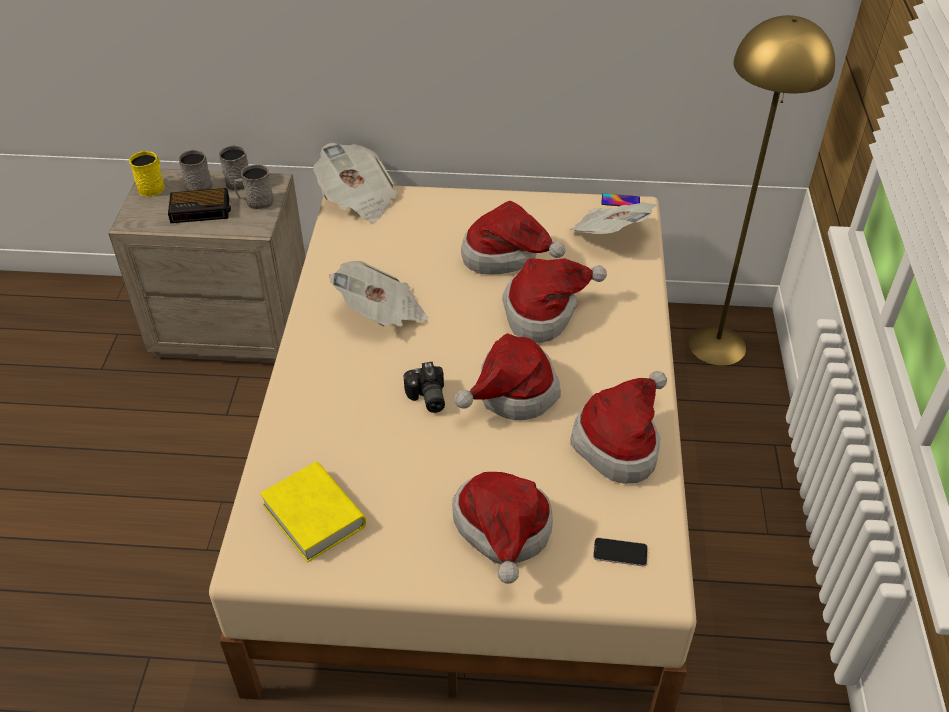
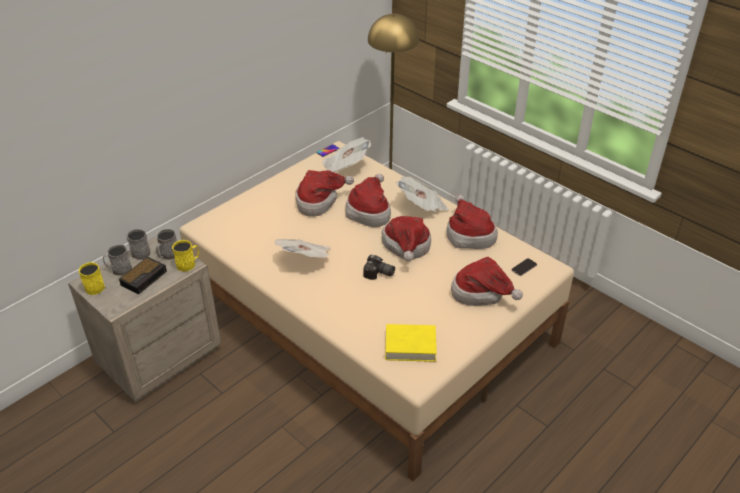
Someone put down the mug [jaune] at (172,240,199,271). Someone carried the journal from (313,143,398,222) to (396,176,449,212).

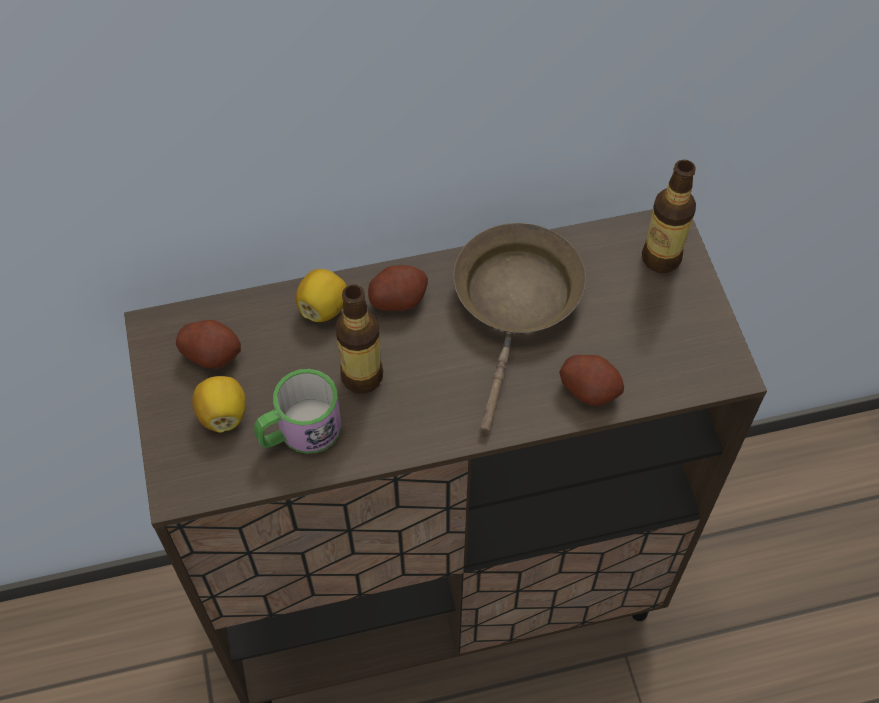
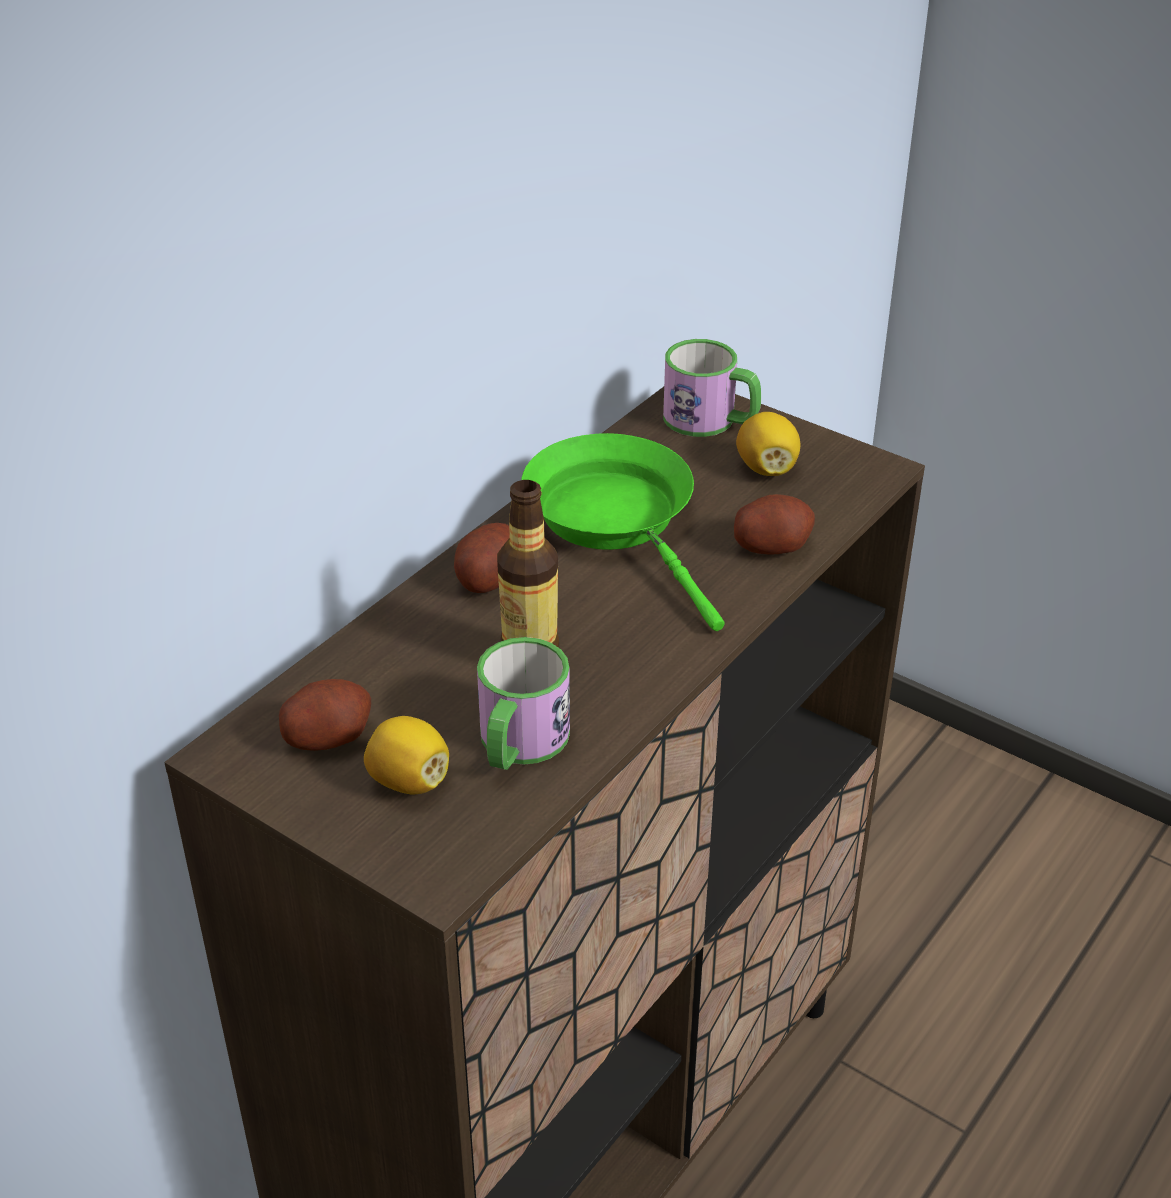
Someone repainted the poêle [marron] at (453,223,586,433), which became the poêle [vert] at (522,433,724,631). Someone swapped the bouteille at (642,160,696,273) for the mug at (663,339,761,437). Someone carried the citron from (296,269,347,322) to (736,412,800,476).

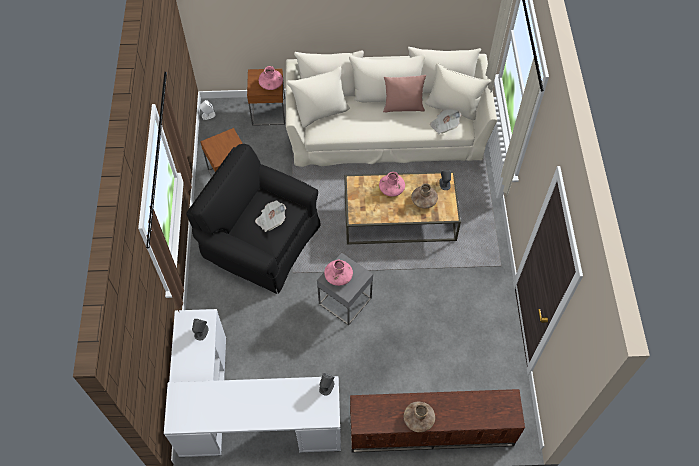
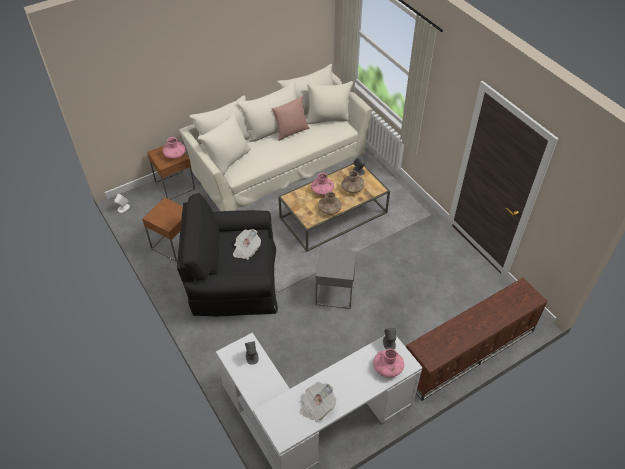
Someone carried the journal from (430,109,461,135) to (299,382,336,423). Someone carried the vase [marron] from (404,401,435,432) to (318,192,342,215). Someone carried the vase [rose] from (324,260,353,286) to (373,349,404,377).

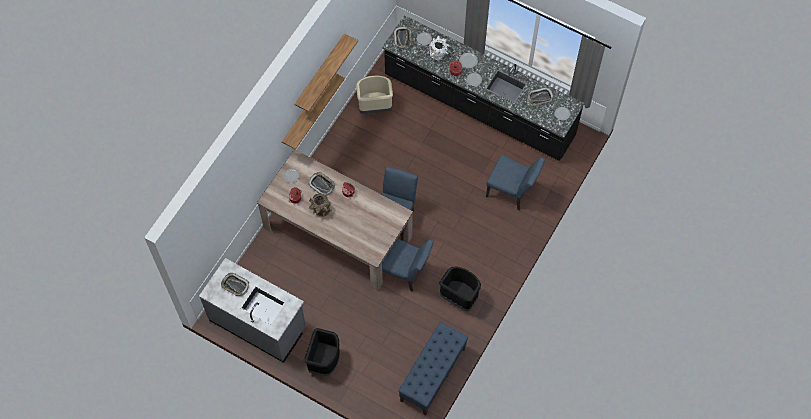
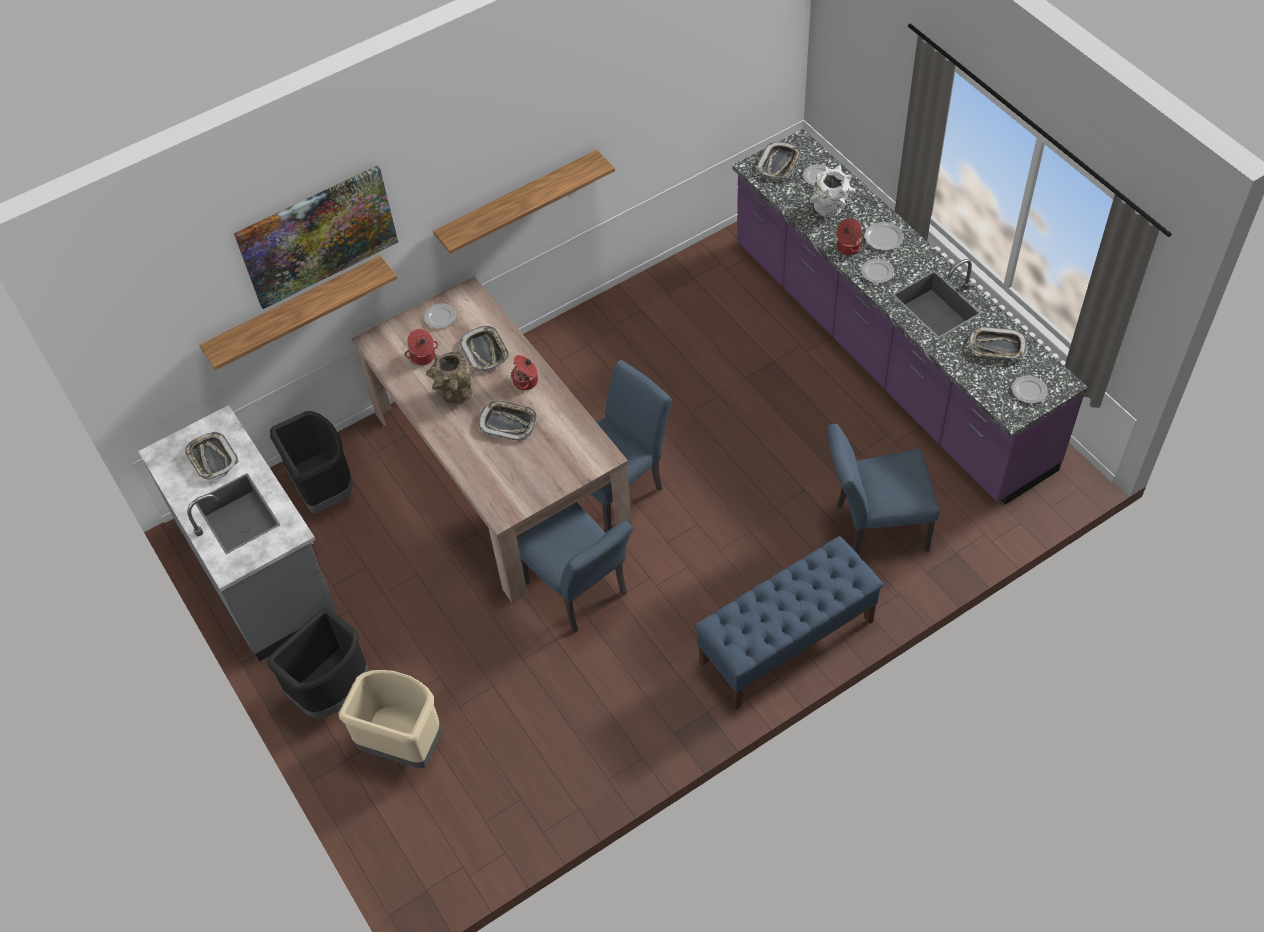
Someone carried the étagère from (294,33,358,112) to (199,256,397,370). Someone put up the tableau at (234,165,398,309). Someone carried the poubelle [noir] from (439,267,481,312) to (270,411,353,513). Someone carried the poubelle [beige] from (356,75,393,114) to (338,670,441,768). Someone put down the plateau at (479,401,537,441). Someone carried the banc [bleu] from (398,322,468,416) to (695,536,883,710). Someone repainted the comptoir de cuisine [noir] at (382,15,585,161), which became the comptoir de cuisine [violet] at (732,129,1088,505). Someone rotated the chaise [bleu] at (486,154,545,210) by 120 degrees clockwise.

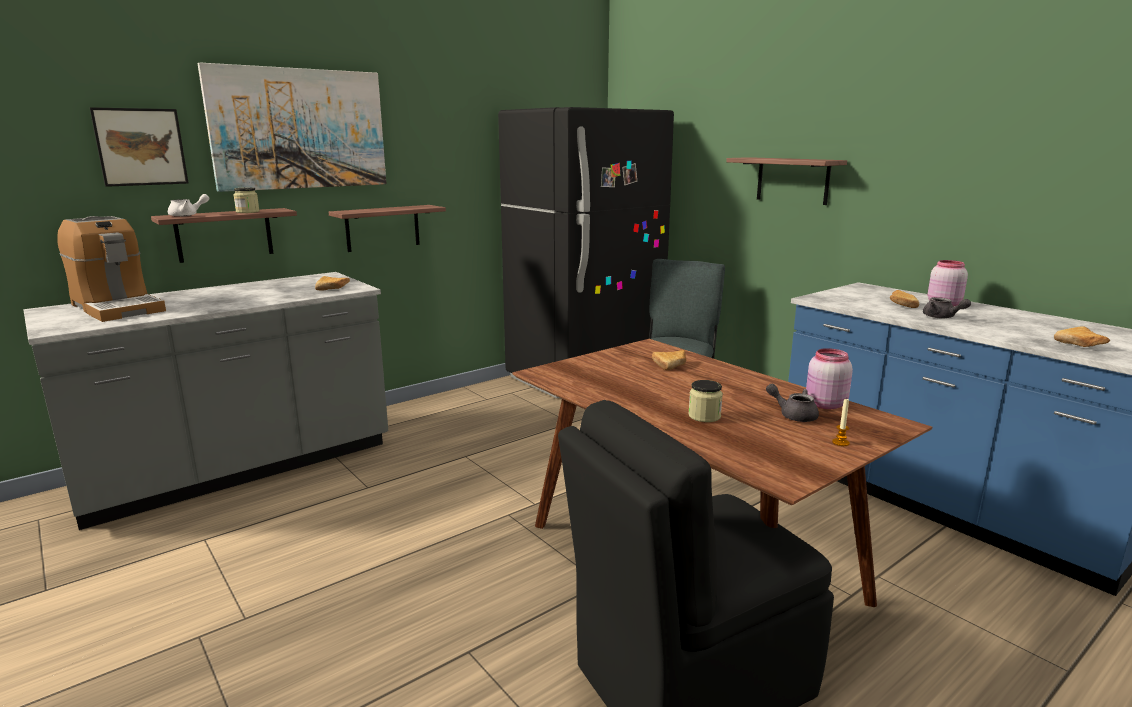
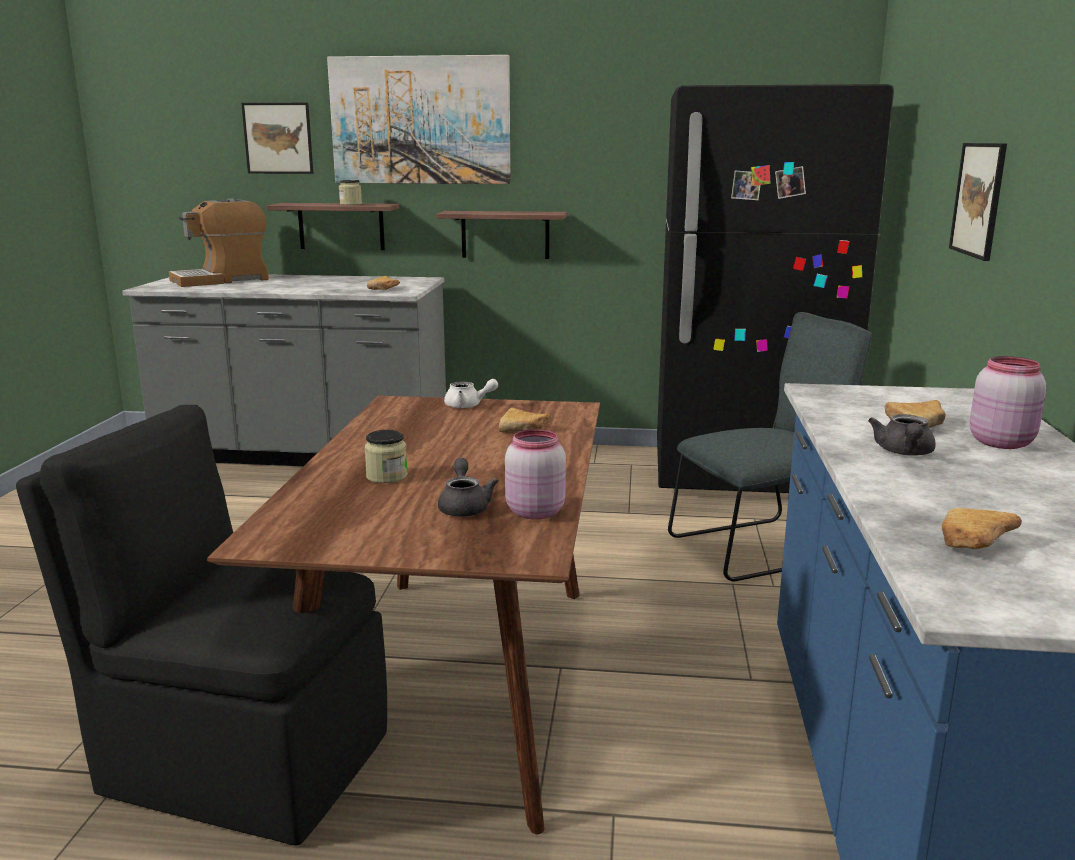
Someone rotated the machine à café at (57,216,166,322) by 60 degrees clockwise. Someone carried the théière [blanc] from (168,194,209,217) to (444,379,498,408). Someone swapped the étagère at (726,157,847,205) for the tableau at (949,143,1007,261). Someone took away the bougie at (832,398,850,446).

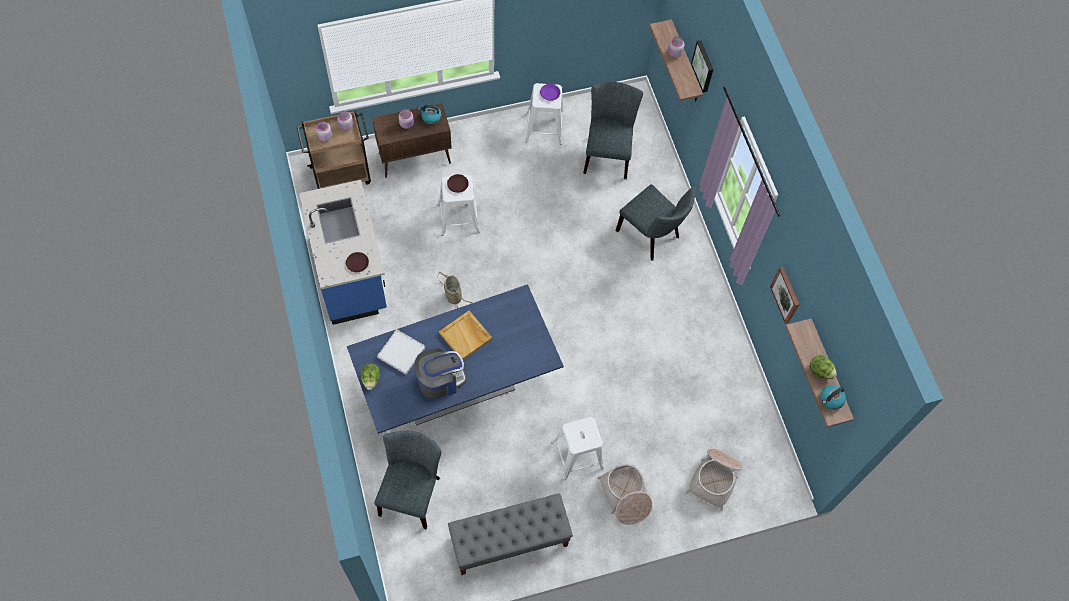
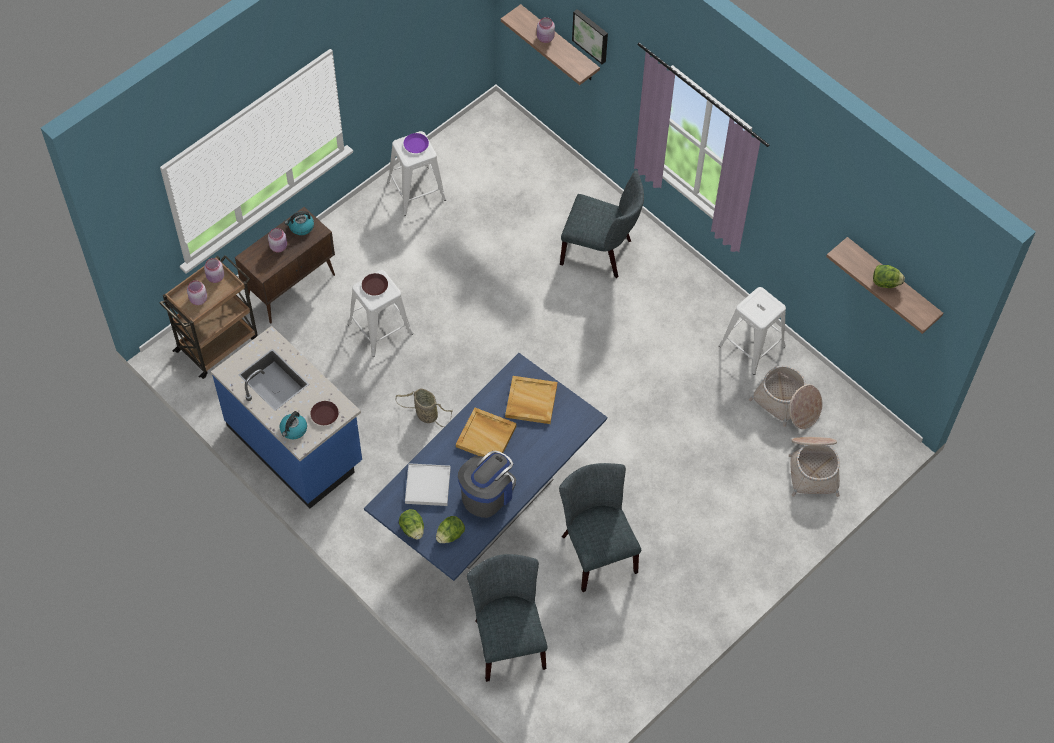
Someone carried the bouilloire from (820,385,846,410) to (279,411,307,439). Someone put down the laitue at (436,516,465,543). Someone put down the plateau [beige] at (505,376,557,424). Someone carried the chaise [gris] from (583,82,643,179) to (559,463,641,592). Someone carried the tabouret [blanc] from (552,417,604,481) to (719,287,786,375). Someone carried the panier from (597,464,652,525) to (749,366,823,429). Someone took away the banc [gris] at (448,493,573,575). Someone took away the tableau at (770,266,799,324).

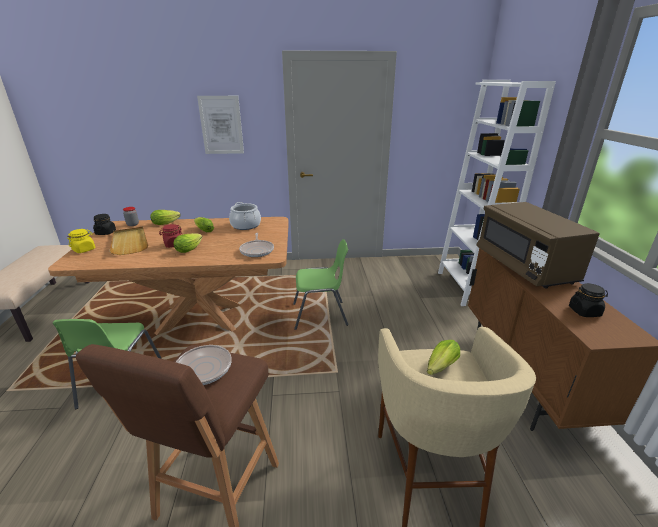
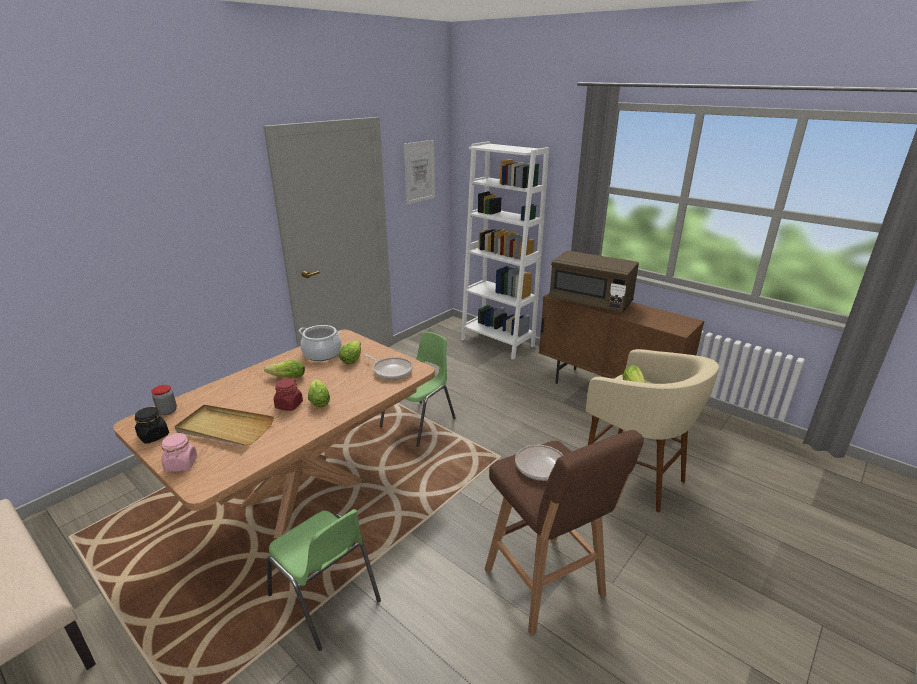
Someone repainted the bocal [jaune] at (67,229,95,253), which became the bocal [rose] at (161,433,197,472). Someone carried the laitue from (150,210,181,225) to (339,340,361,364). Someone carried the tableau from (197,96,244,154) to (404,140,435,204). Someone took away the bocal [noir] at (569,283,608,317).

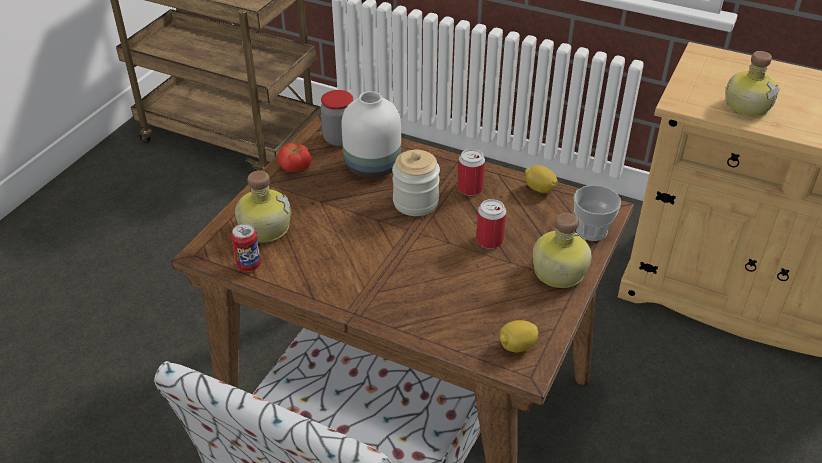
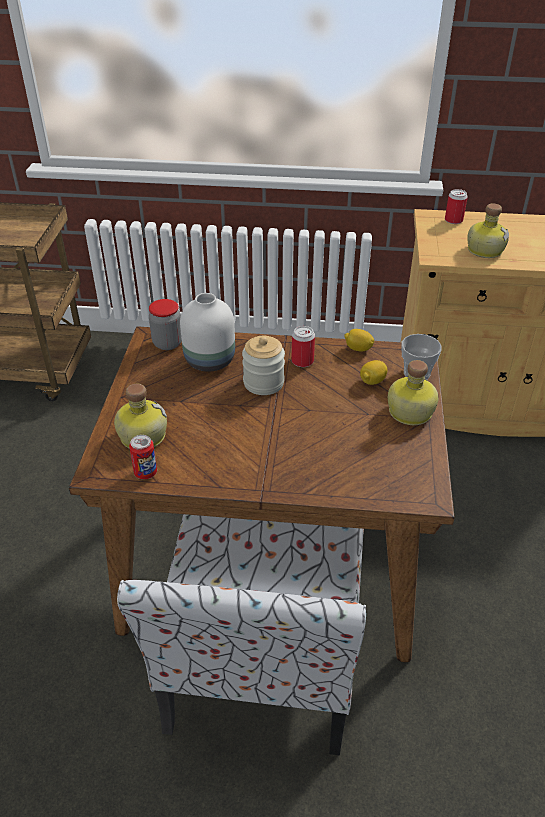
Someone carried the citron from (500,320,538,352) to (360,360,387,385). Someone carried the boîte métallique from (476,199,506,249) to (445,189,468,224). Someone took away the tomate at (278,143,312,172).

